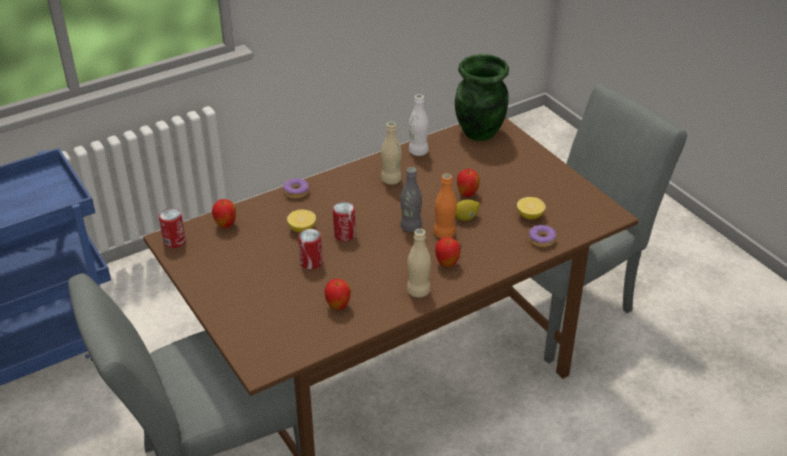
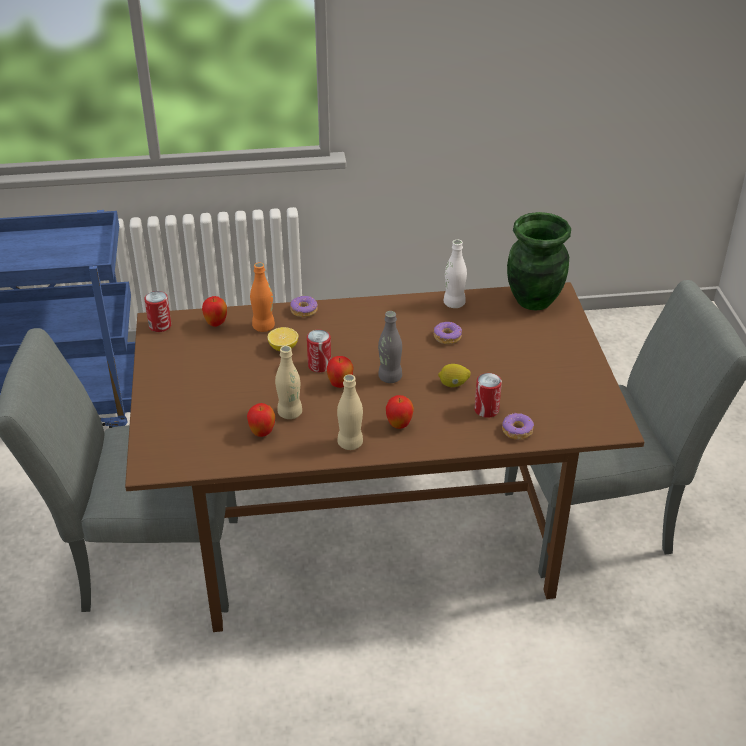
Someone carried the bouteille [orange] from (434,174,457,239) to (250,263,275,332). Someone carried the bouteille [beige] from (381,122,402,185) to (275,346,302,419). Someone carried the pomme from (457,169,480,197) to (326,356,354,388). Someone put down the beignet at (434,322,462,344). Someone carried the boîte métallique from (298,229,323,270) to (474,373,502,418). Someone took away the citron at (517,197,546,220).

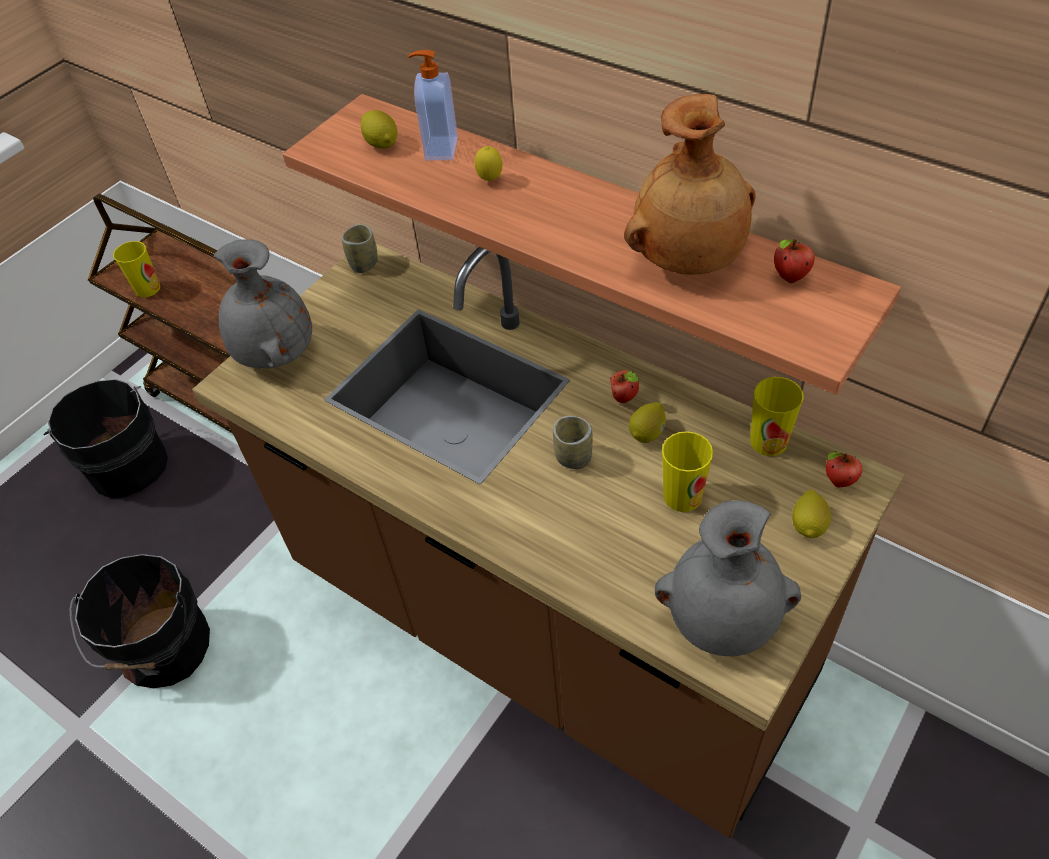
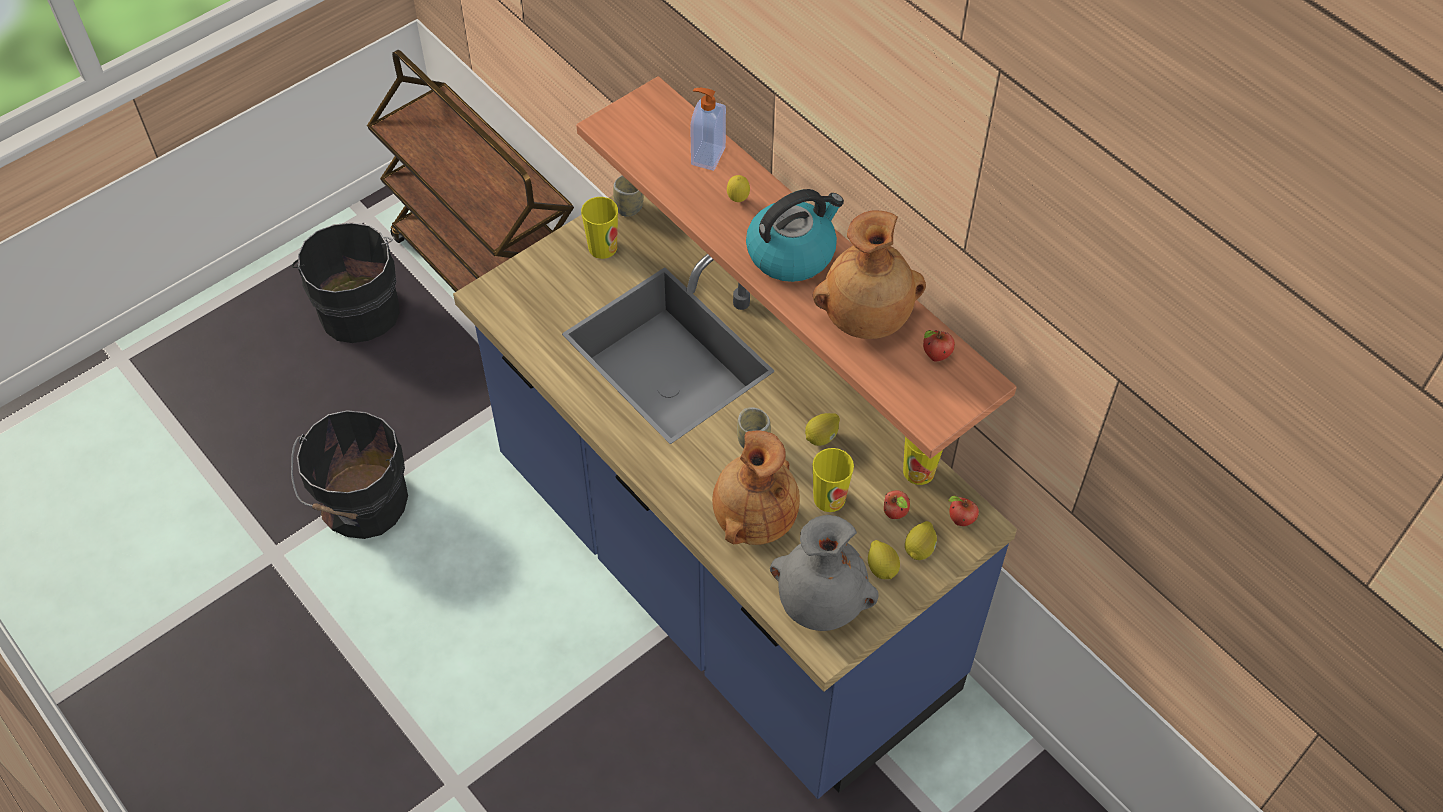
Someone repainted the comptoir de cuisine [marron] at (192,243,905,839), which became the comptoir de cuisine [bleu] at (453,196,1017,799). Someone carried the tasse from (113,241,160,298) to (581,197,618,259). Someone put down the vase [marron] at (712,430,800,545). Someone put down the bouilloire at (746,189,844,282). Someone carried the citron from (361,110,397,148) to (868,540,900,579). Someone carried the pomme from (610,370,639,403) to (884,490,910,519). Someone took away the vase [gris] at (214,239,312,369).

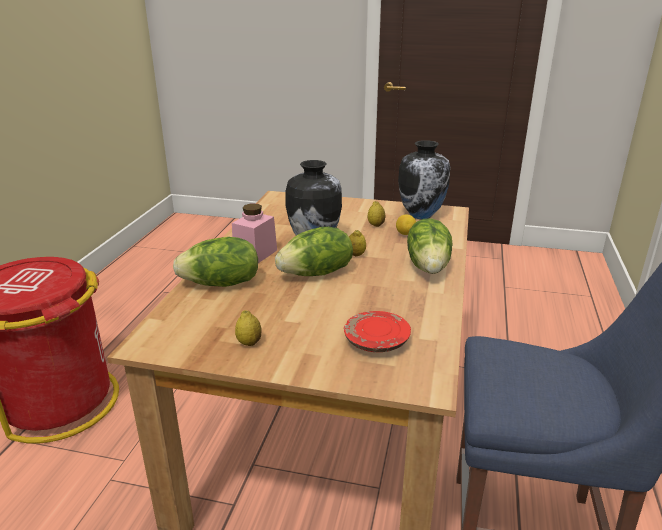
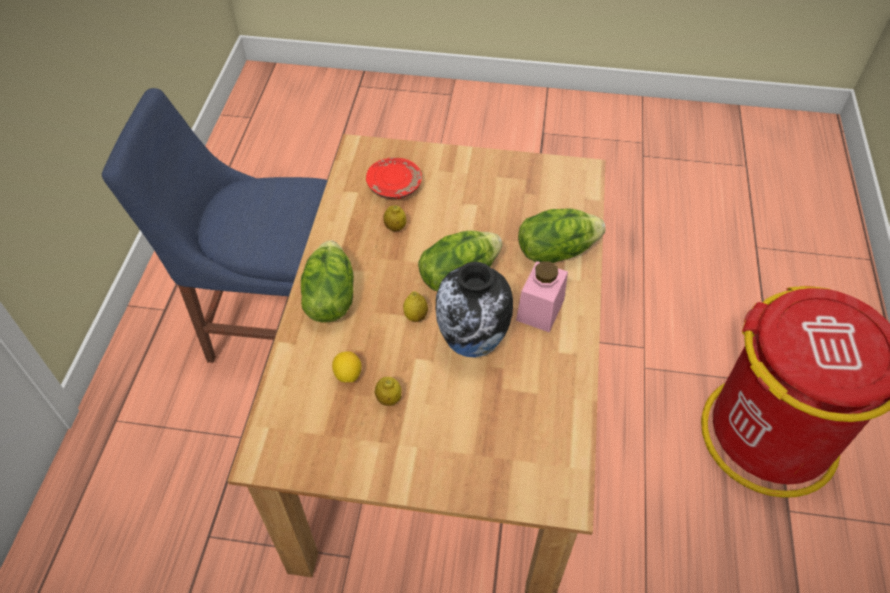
Someone carried the citron from (235,310,262,346) to (383,205,406,231). Someone took away the vase at (398,140,450,219).

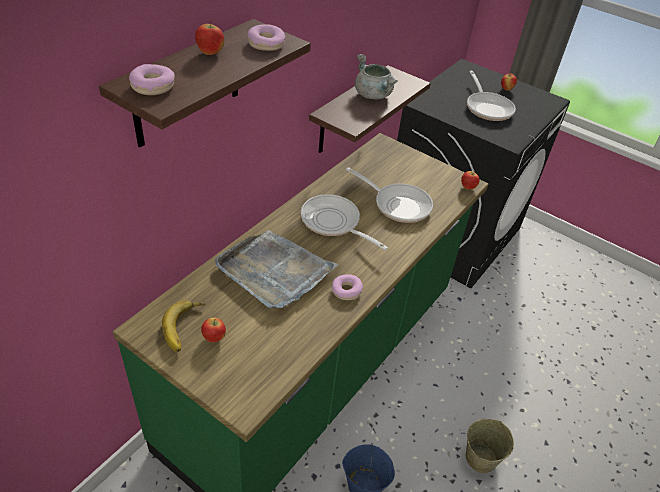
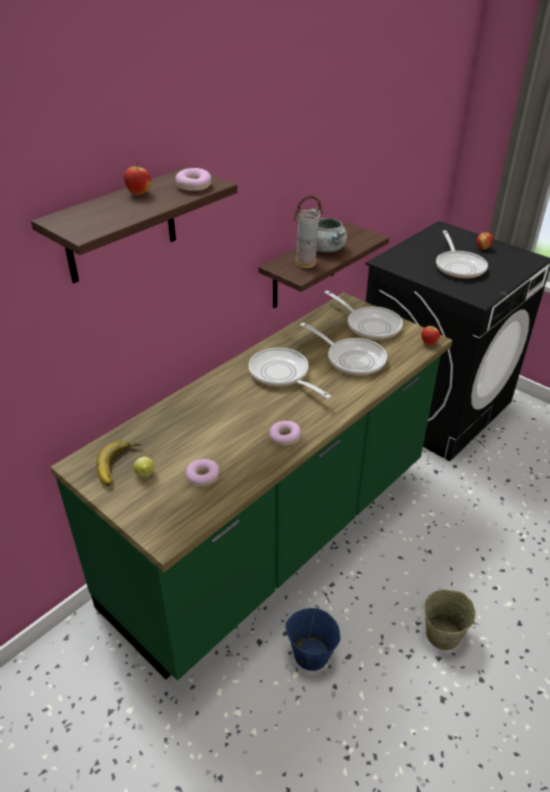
Someone swapped the pomme at (201,318,226,342) for the citron at (133,457,154,477). Someone carried the beignet from (129,64,175,95) to (185,459,219,487). Someone put down the vase at (294,195,323,268). Someone put down the poêle at (324,291,403,340). Someone took away the plateau [gris] at (215,230,339,309).

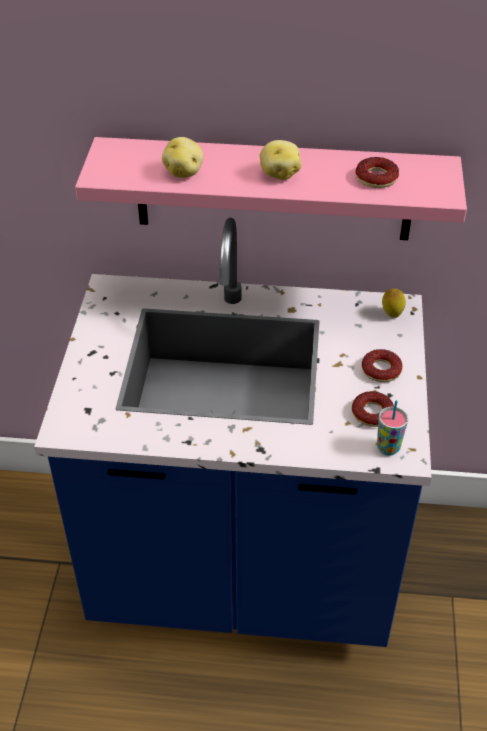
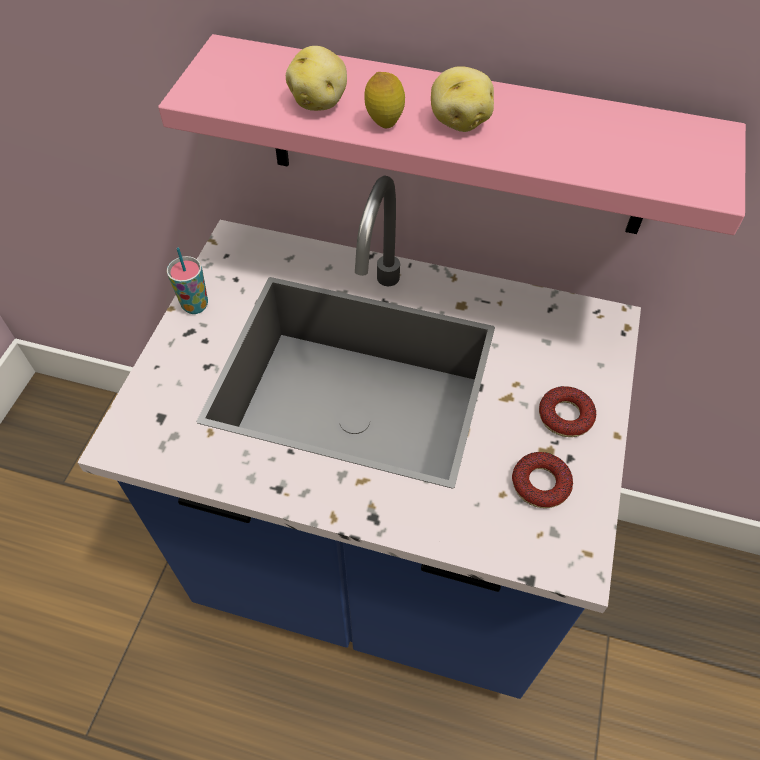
Someone carried the tasse from (377,400,408,456) to (167,248,208,314). Someone carried the citron from (382,288,406,318) to (364,72,405,128). Someone took away the beignet at (355,157,399,188).

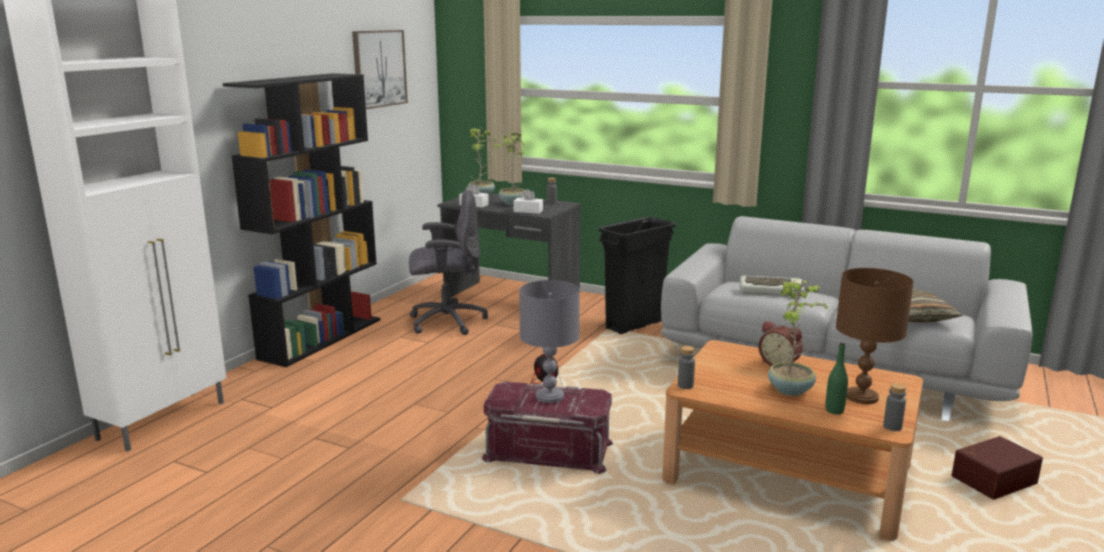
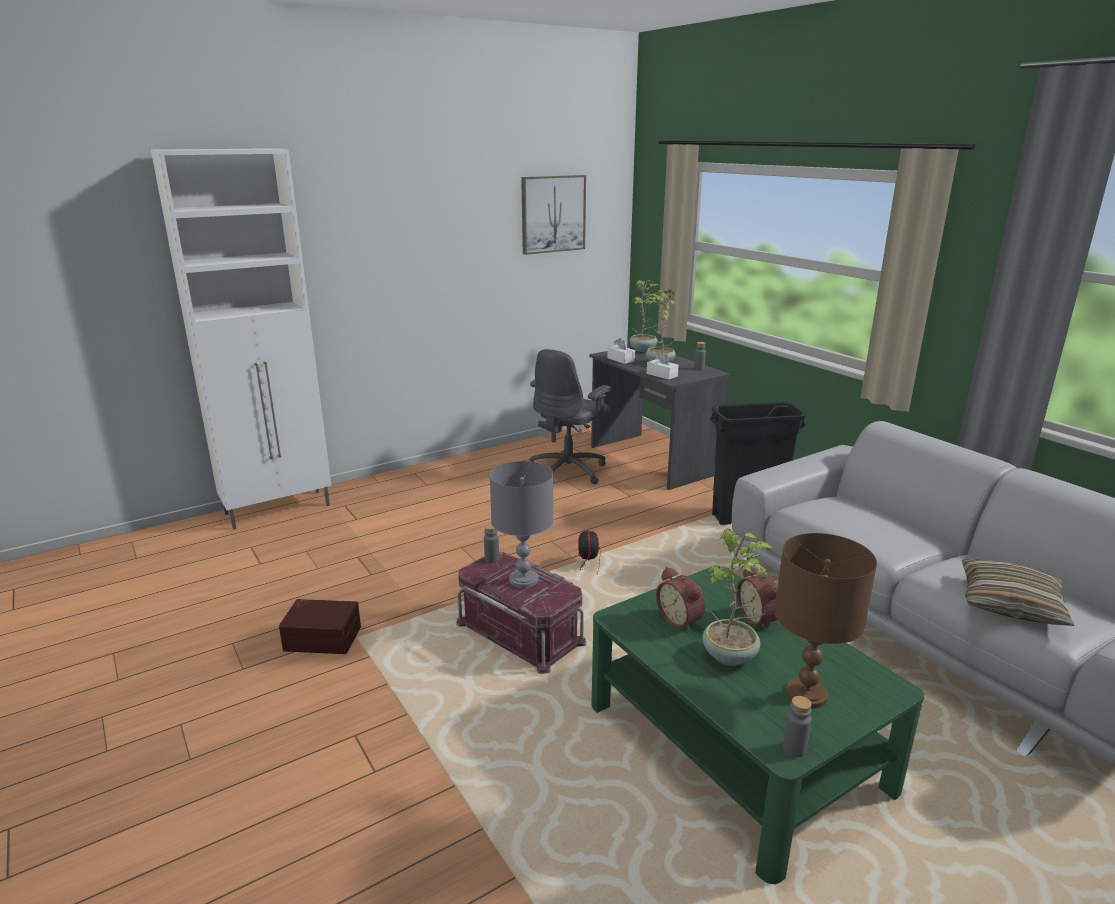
Someone carried the boîte de rangement [marron] from (951,436,1043,499) to (279,599,361,654). Someone carried the bouteille [gris] from (678,346,695,389) to (484,524,499,563). Someone rotated the chaise de bureau [gris] at (409,190,488,335) by 105 degrees clockwise. Someone repainted the table basse [marron] at (662,340,923,541), which became the table basse [vert] at (591,567,925,884). Someone put down the réveil at (656,567,705,632). Someone took away the bibliothèque [noir] at (223,73,380,367). Someone took away the clavier at (740,276,804,297). Someone took away the bouteille [vert] at (825,343,848,414).

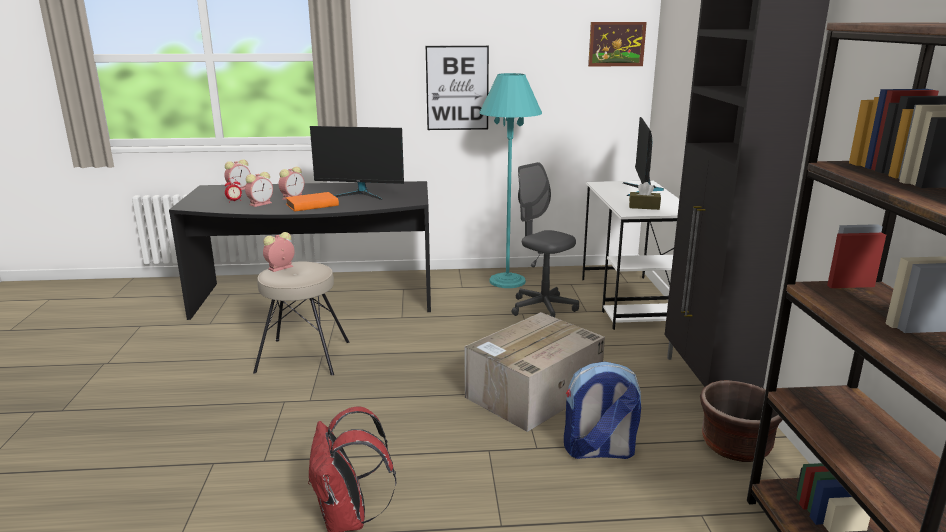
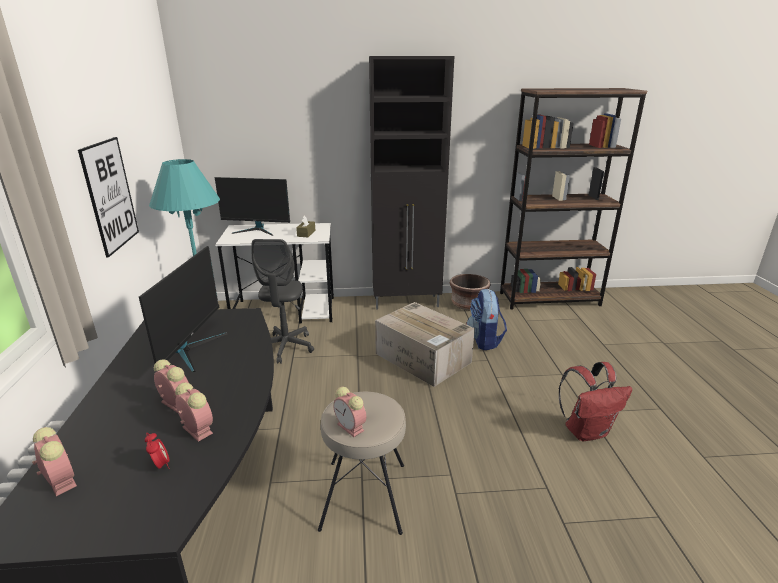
Someone rotated the chaise de bureau [gris] at (511,162,579,317) by 45 degrees counterclockwise. Someone took away the livre [orange] at (285,192,339,212). Someone took away the tableau at (588,22,647,67).

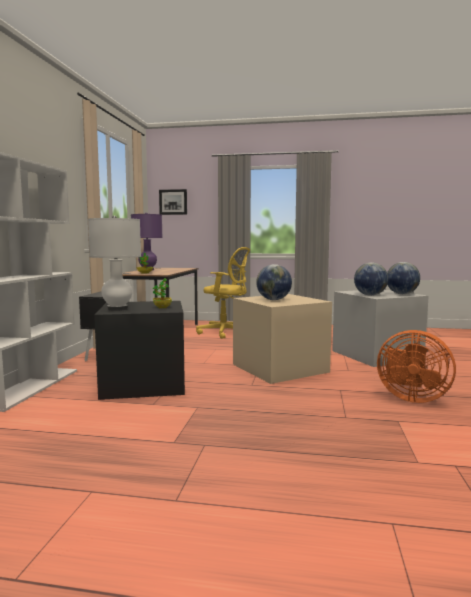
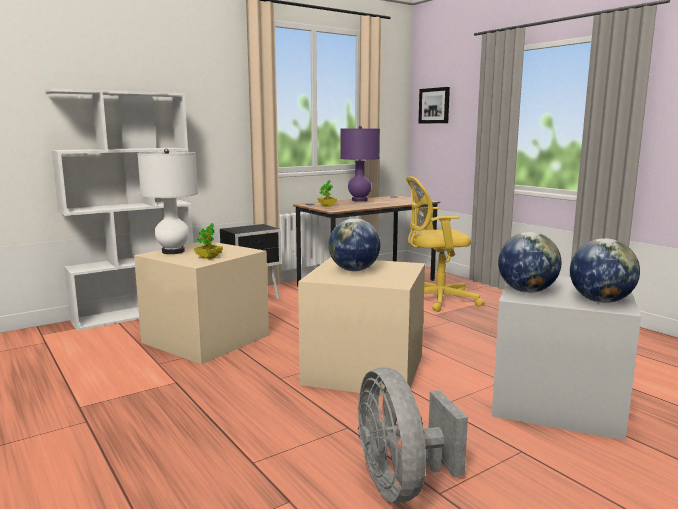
Someone repainted the boîte de rangement [noir] at (94,301,185,400), which became the boîte de rangement [beige] at (134,241,269,364). Someone repainted the ventilateur [orange] at (377,330,456,403), which became the ventilateur [gris] at (358,368,468,503). Someone rotated the chaise de bureau [jaune] at (196,247,250,339) by 105 degrees clockwise.

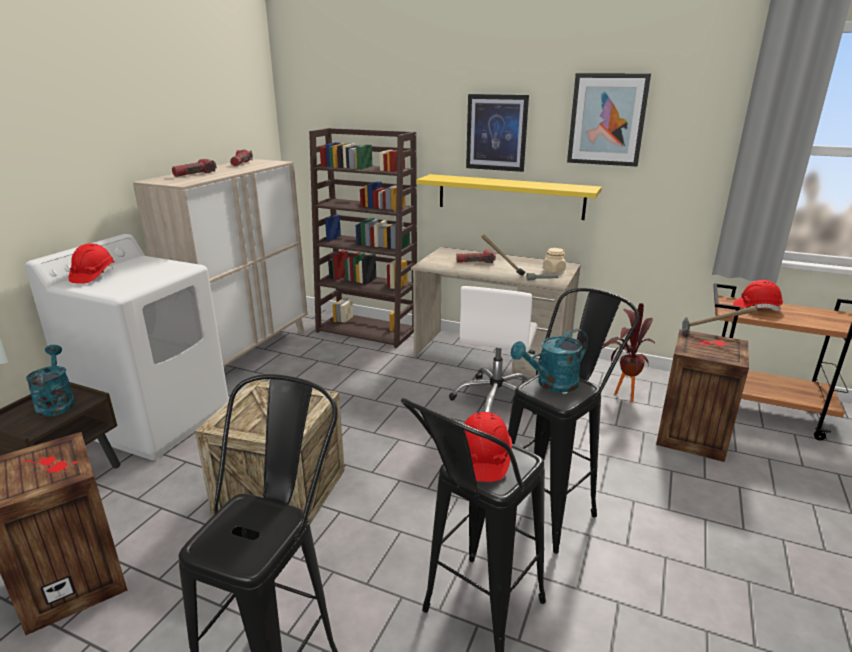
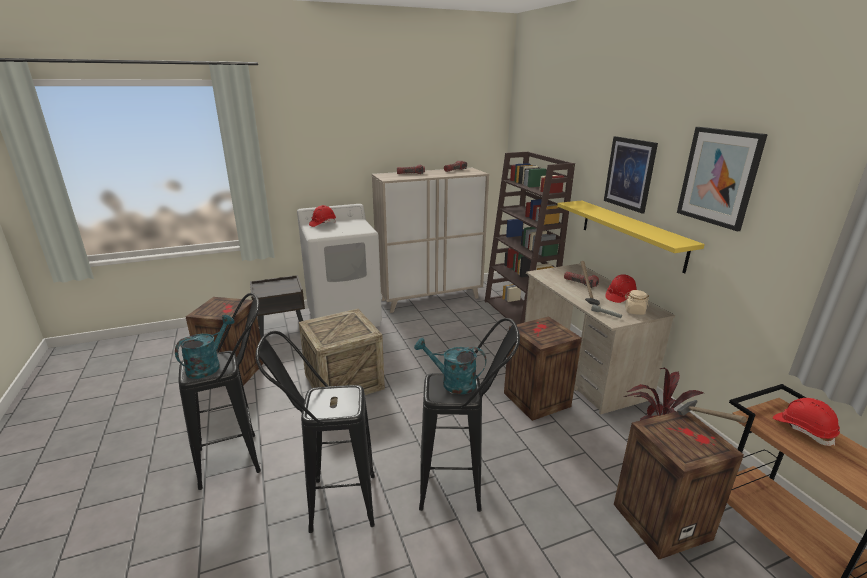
Someone carried the arrosoir [turquoise] from (26,345,75,417) to (175,315,235,379). Someone swapped the chaise de bureau [blanc] at (449,286,538,415) for the caisse at (504,316,582,421). Someone carried the casque de chantier [rouge] from (464,412,512,482) to (605,274,637,303).

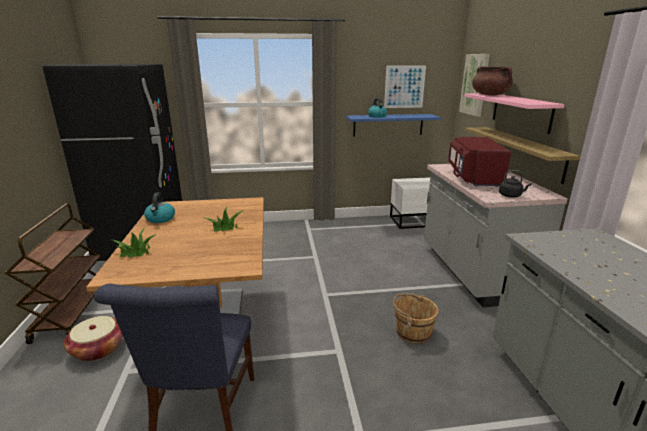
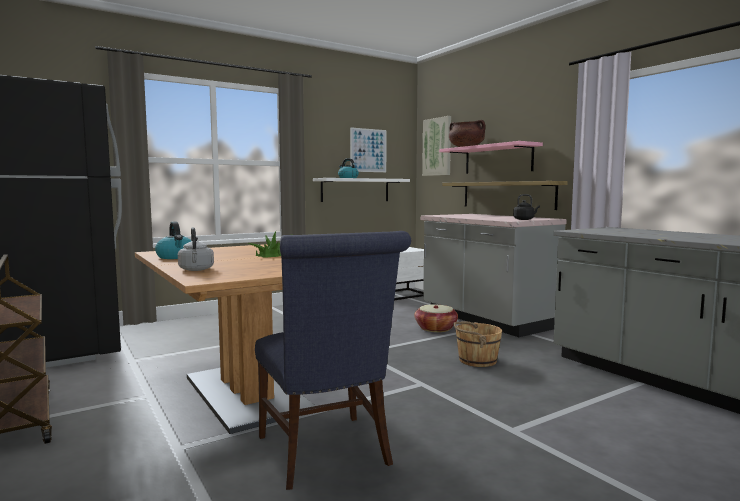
Someone swapped the plante en pot at (113,228,157,257) for the bouilloire [gris] at (178,227,214,271). Someone repainted the étagère [bleu] at (346,114,441,136), which became the étagère [blanc] at (313,178,410,202). Someone carried the panier from (64,316,123,361) to (414,304,458,332). Someone took away the micro-ondes [rouge] at (448,137,511,187).

